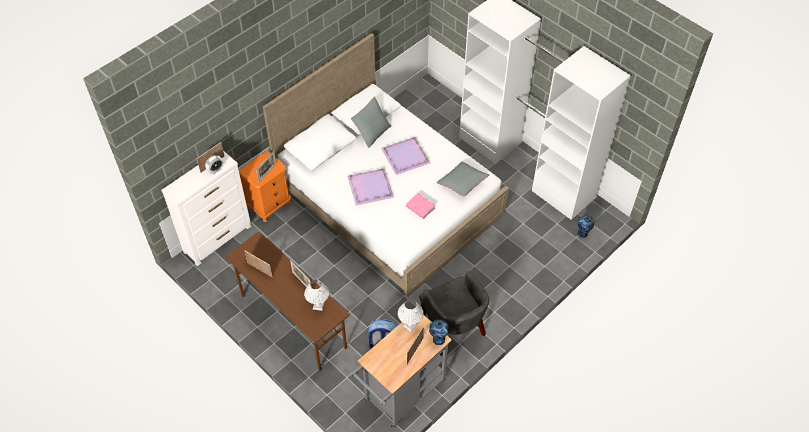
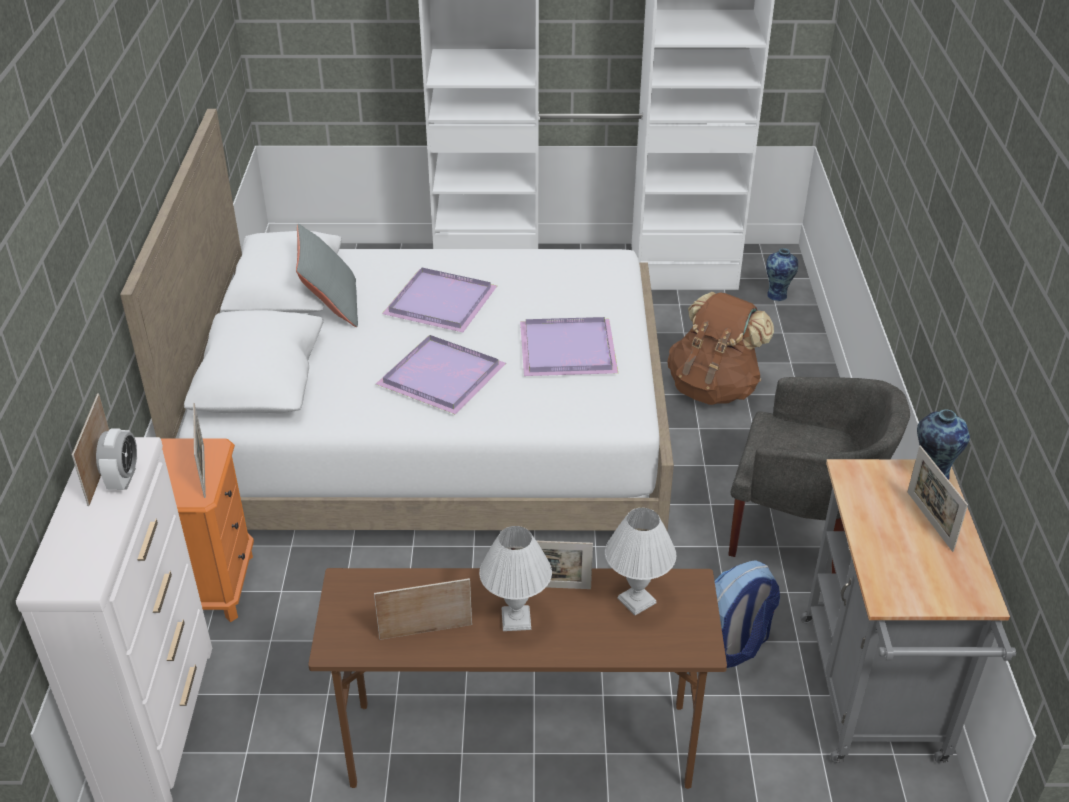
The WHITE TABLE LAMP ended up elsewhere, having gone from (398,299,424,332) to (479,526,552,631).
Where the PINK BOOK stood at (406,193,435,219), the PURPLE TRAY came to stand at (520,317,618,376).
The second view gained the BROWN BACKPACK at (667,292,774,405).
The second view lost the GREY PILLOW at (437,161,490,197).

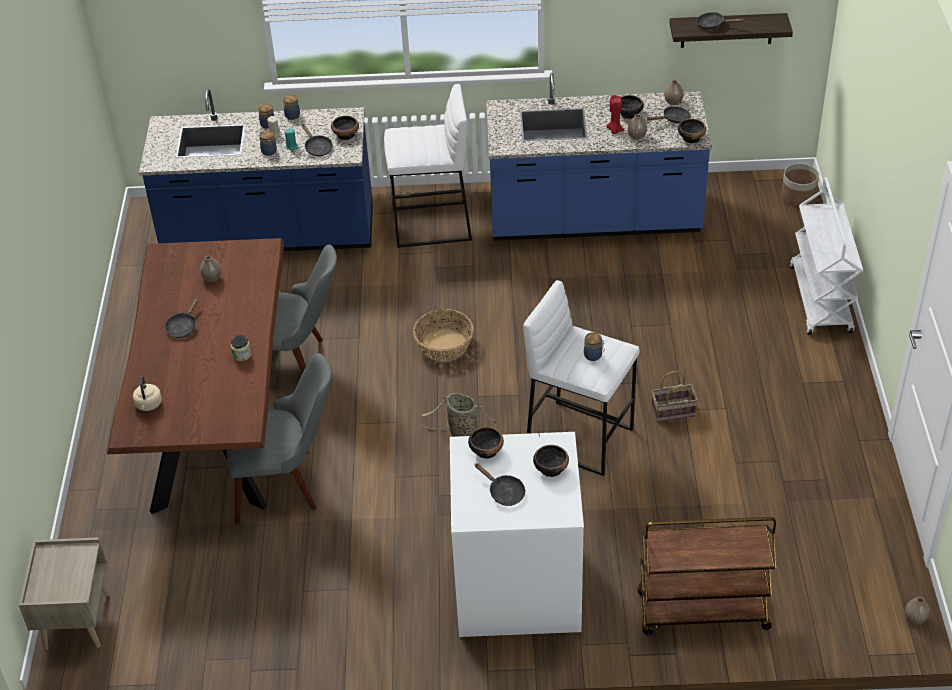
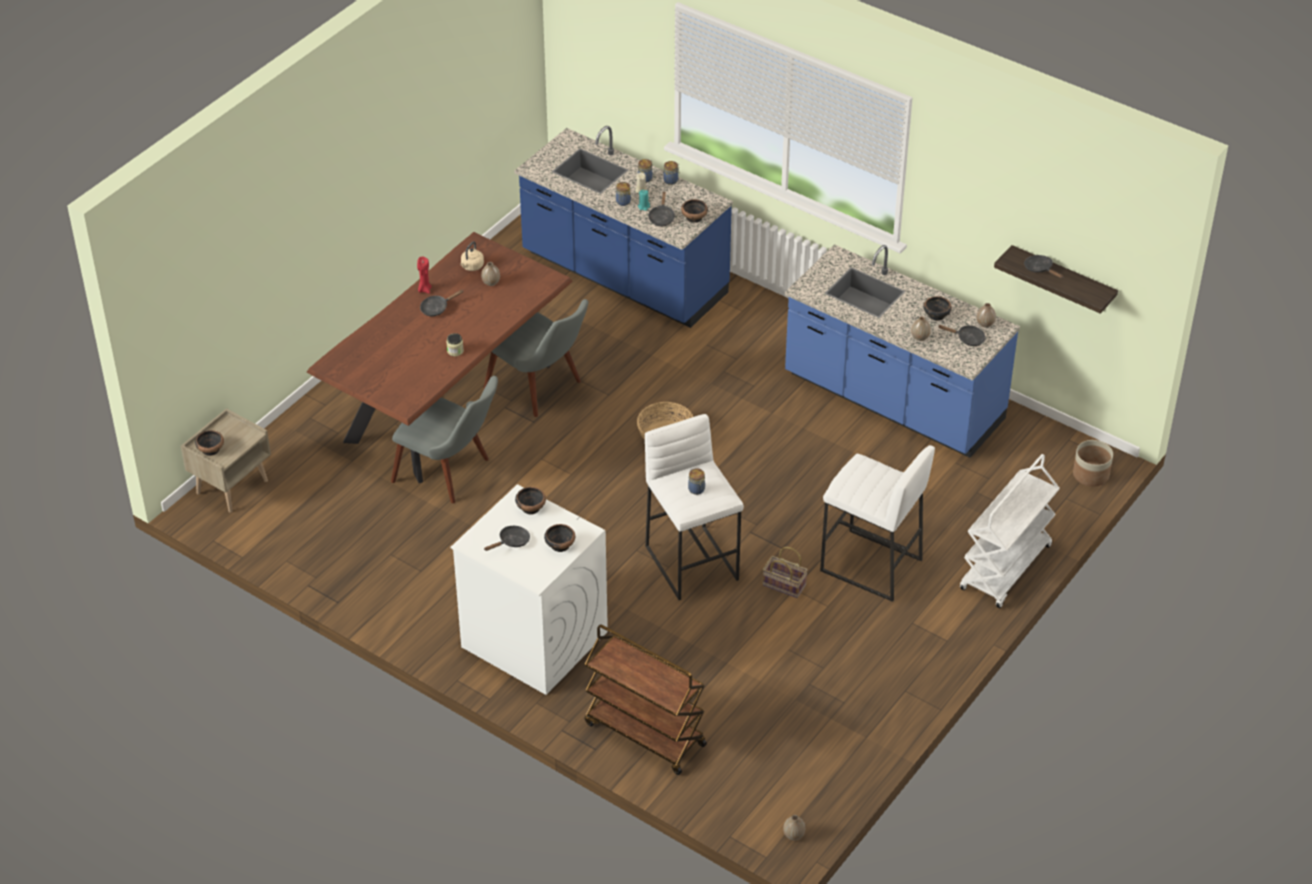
The BOWL ended up elsewhere, having gone from (678,119,706,143) to (195,430,224,456).
The RED CANDLE ended up elsewhere, having gone from (606,95,625,134) to (417,257,432,294).
The BEIGE KETTLE ended up elsewhere, having gone from (133,376,162,411) to (460,241,484,271).
The BLACK FRYING PAN at (474,463,525,506) ended up facing another way, 120 degrees counterclockwise from before.
The WHITE STOOL ended up elsewhere, having gone from (384,84,472,248) to (820,445,935,602).
The second view lost the BASKET at (420,393,496,437).

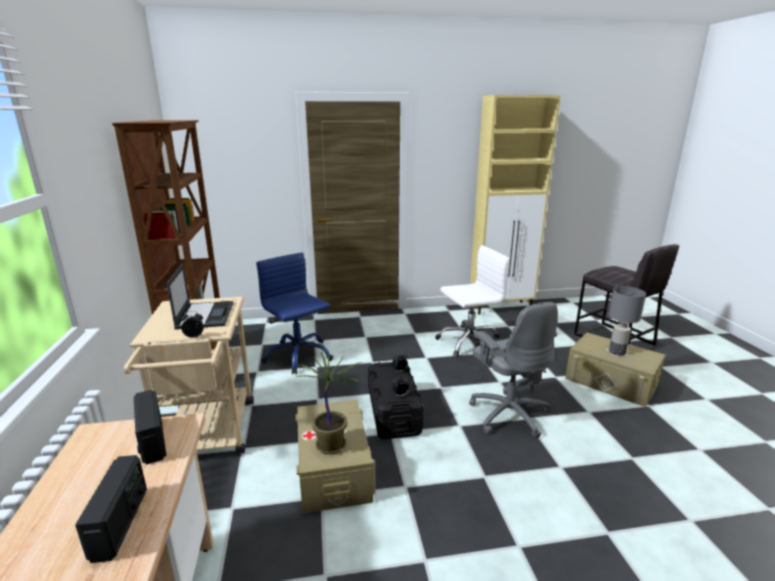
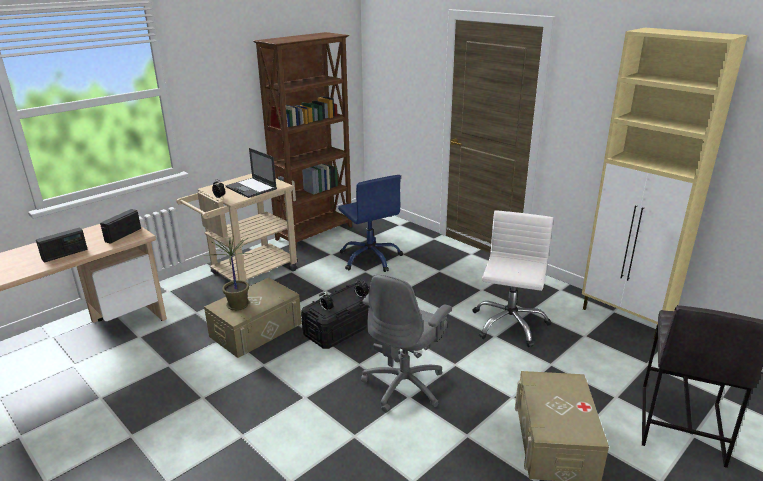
The LAPTOP at (167,264,233,329) ended up facing another way, 90 degrees clockwise from before.
The BLUE OFFICE CHAIR at (256,253,334,374) ended up facing another way, 135 degrees clockwise from before.
The WHITE OFFICE CHAIR at (435,245,510,357) ended up facing another way, 105 degrees counterclockwise from before.
The second view lost the GREY TABLE LAMP at (609,286,646,356).

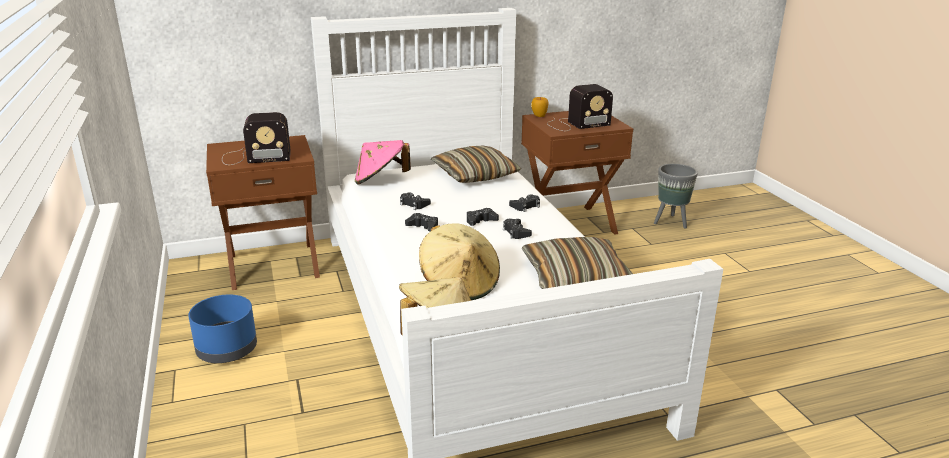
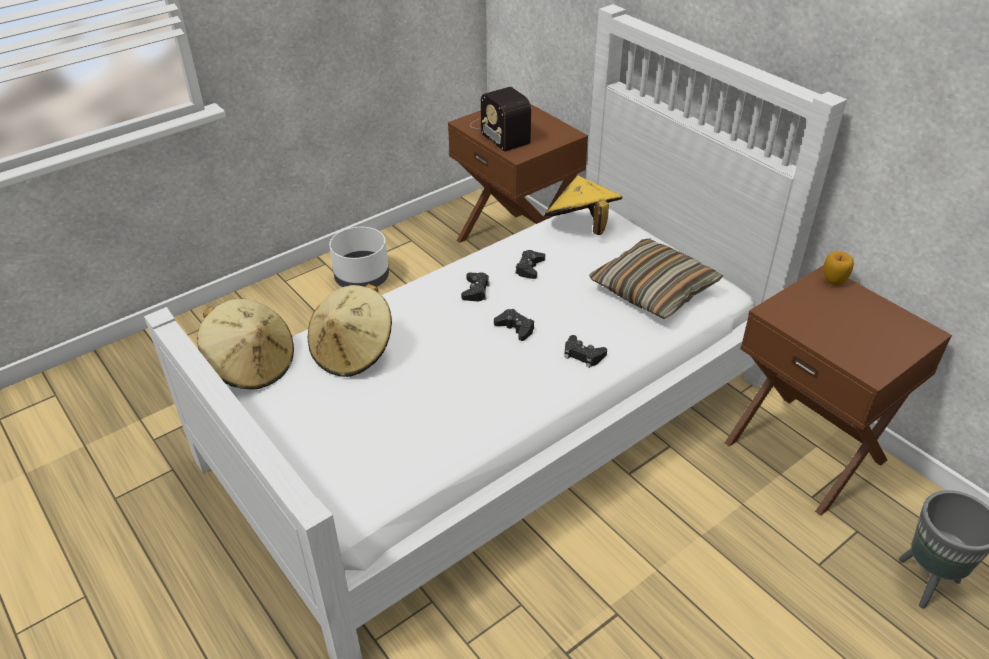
What was the BLUE PLANTER at (188,295,257,363) turned into the WHITE PLANTER at (329,227,389,287).
What was the PINK HAT at (355,140,411,185) turned into the YELLOW HAT at (545,176,622,235).
The second view lost the BLACK GAME CONTROLLER at (503,218,532,239).
The second view lost the PILLOW at (522,237,633,289).
The second view lost the RADIO at (547,84,613,131).

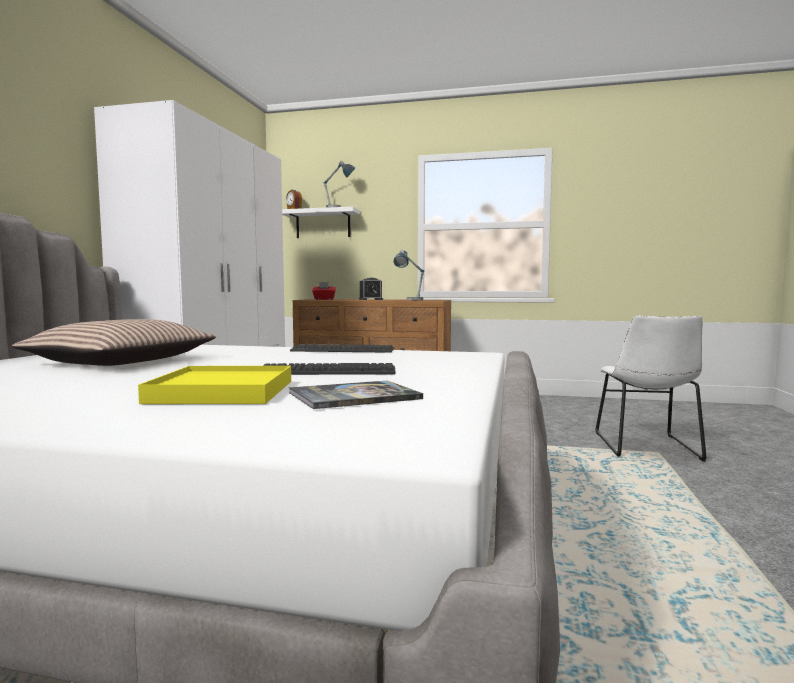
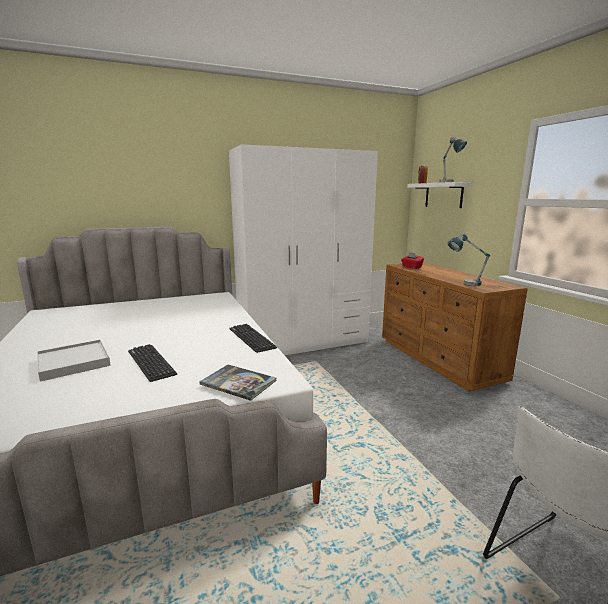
What was the YELLOW TRAY at (138,366,291,404) turned into the WHITE TRAY at (37,339,111,382).
The BOOK ended up elsewhere, having gone from (288,381,423,409) to (199,364,277,401).
The second view lost the PILLOW at (12,319,216,366).
The second view lost the ALARM CLOCK at (359,278,383,300).

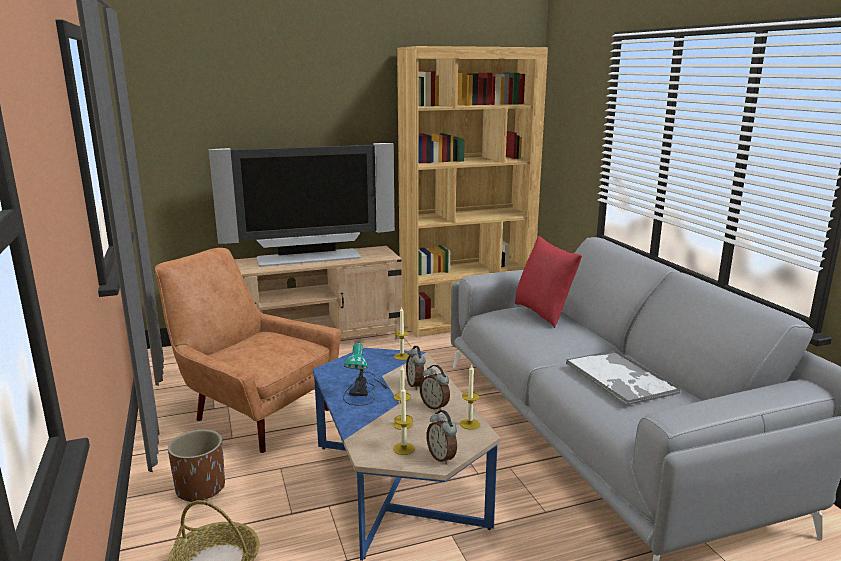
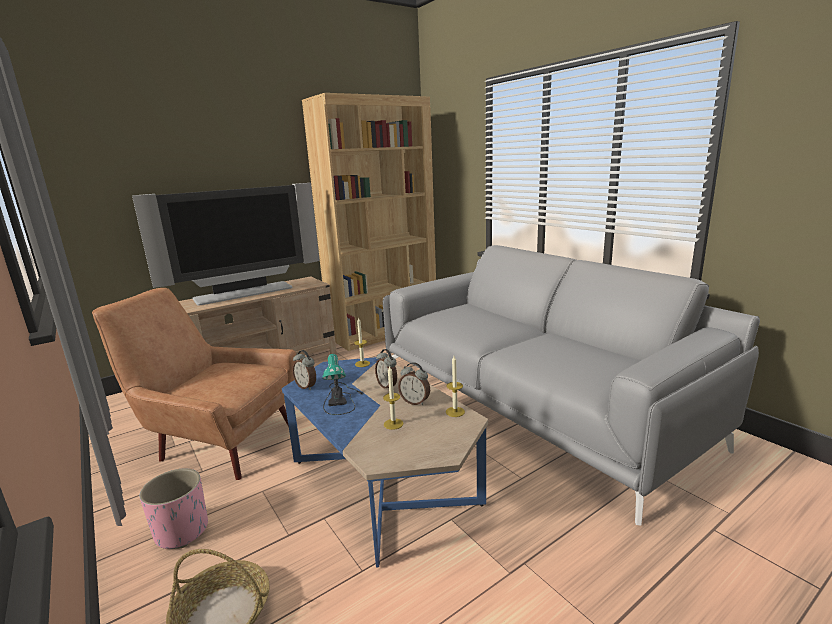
What was the BROWN PLANTER at (168,430,225,502) turned into the PINK PLANTER at (140,469,208,549).
The ALARM CLOCK ended up elsewhere, having gone from (427,410,457,465) to (292,350,316,390).
The second view lost the CANDLE at (393,385,415,455).
The second view lost the RED PILLOW at (515,236,582,328).
The second view lost the TRAY at (566,350,681,406).

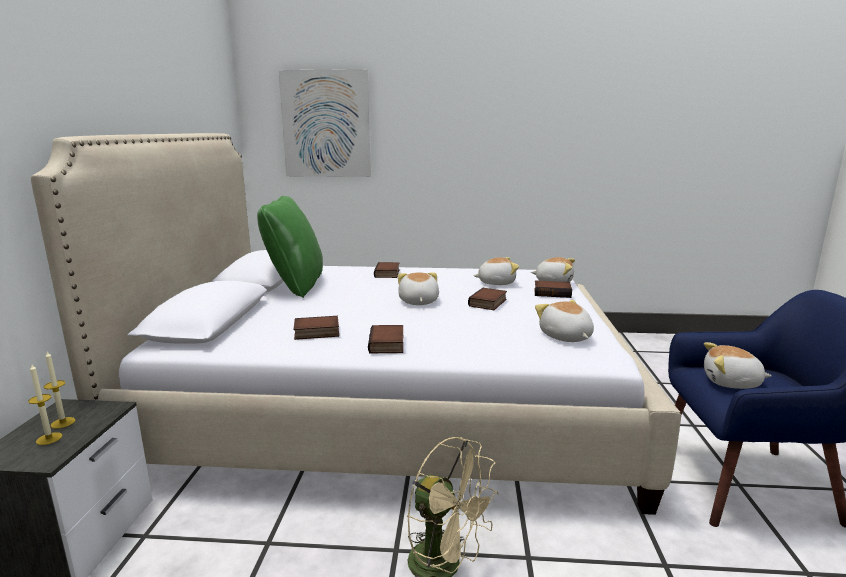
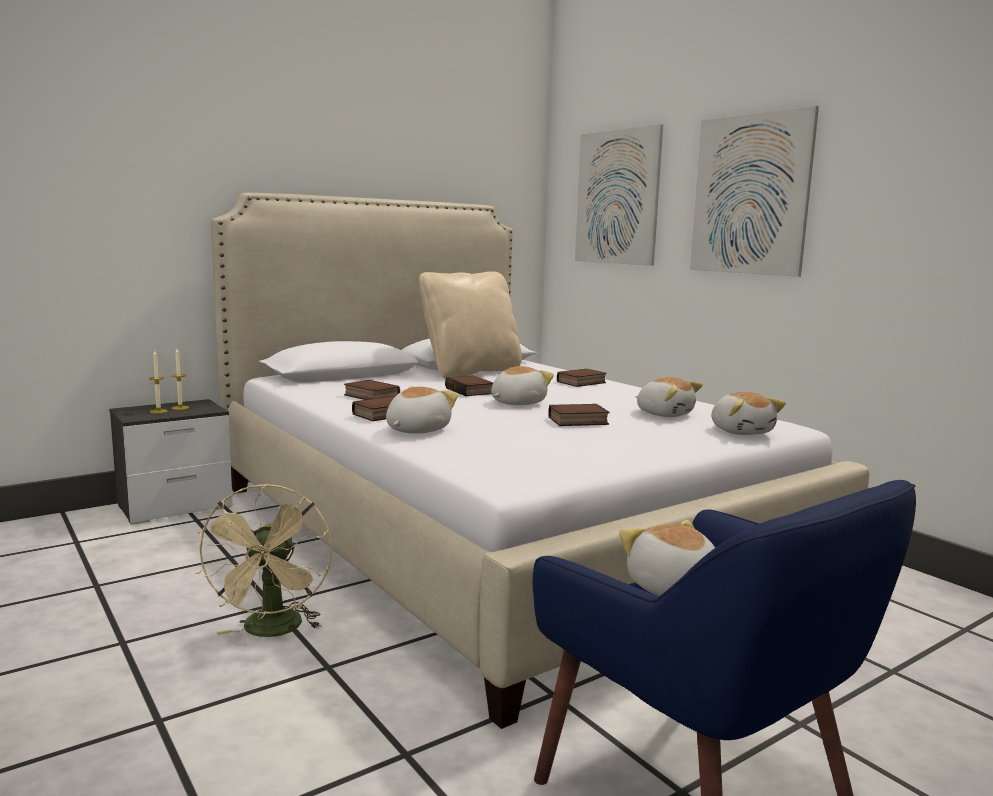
The PLUSH TOY ended up elsewhere, having gone from (535,300,594,342) to (386,386,458,434).
What was the GREEN PILLOW at (257,196,323,298) turned into the BEIGE PILLOW at (419,271,522,379).
The BOOK ended up elsewhere, having gone from (534,280,572,298) to (445,375,493,396).
The second view gained the PICTURE at (690,106,819,277).

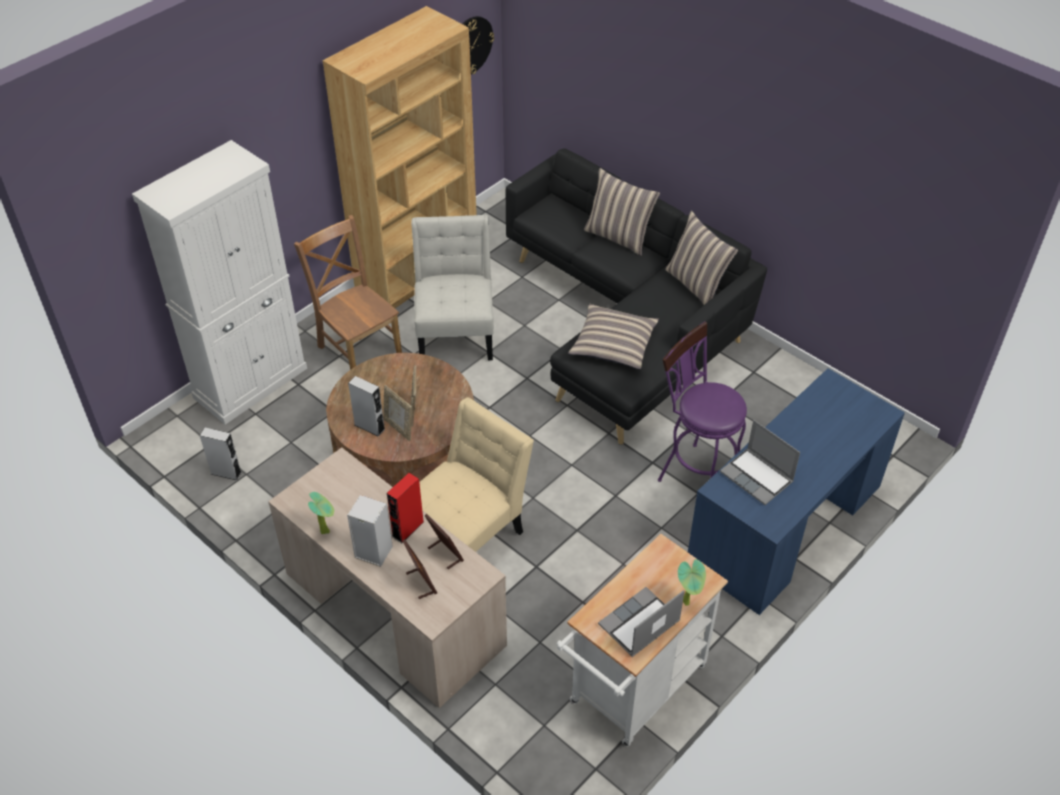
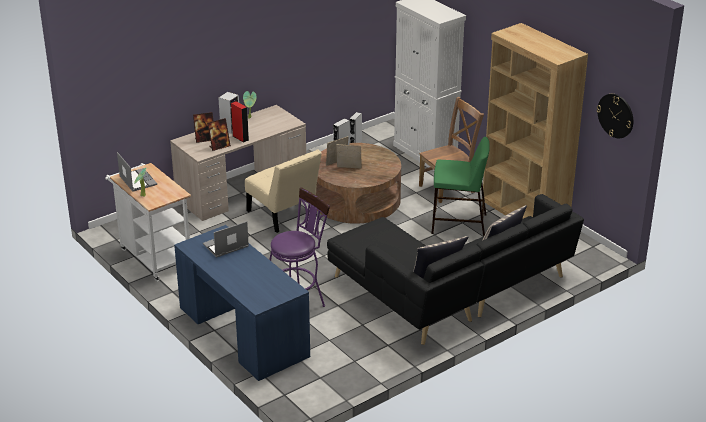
Where the WHITE CHAIR stood at (411,215,494,360), the GREEN STOOL came to stand at (431,137,490,236).
The second view lost the PILLOW at (568,304,659,369).

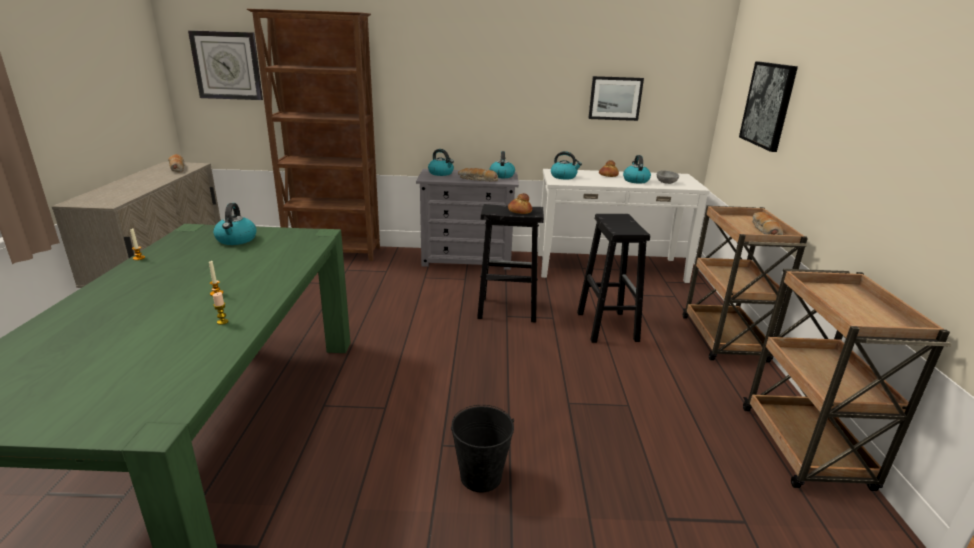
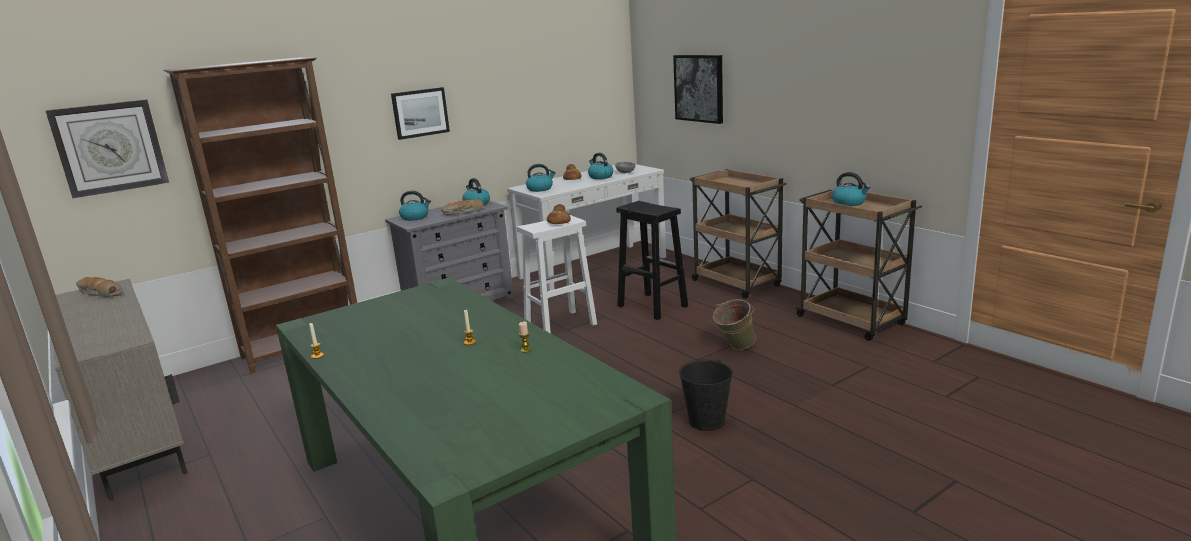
The PICTURE ended up elsewhere, having gone from (588,76,644,121) to (391,87,450,140).
What was the BLACK STOOL at (477,204,544,323) turned into the WHITE STOOL at (517,215,597,333).
The second view gained the GREEN BUCKET at (713,299,756,350).
The KETTLE ended up elsewhere, having gone from (213,203,257,245) to (832,172,870,206).
The second view lost the BREAD at (752,212,783,235).

